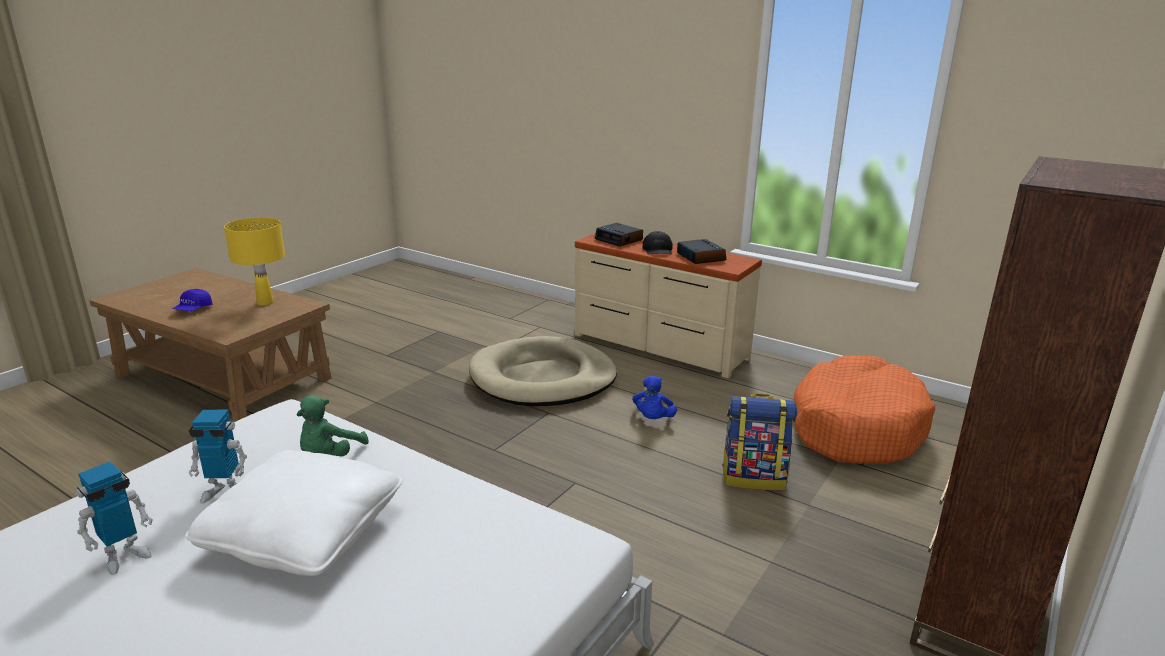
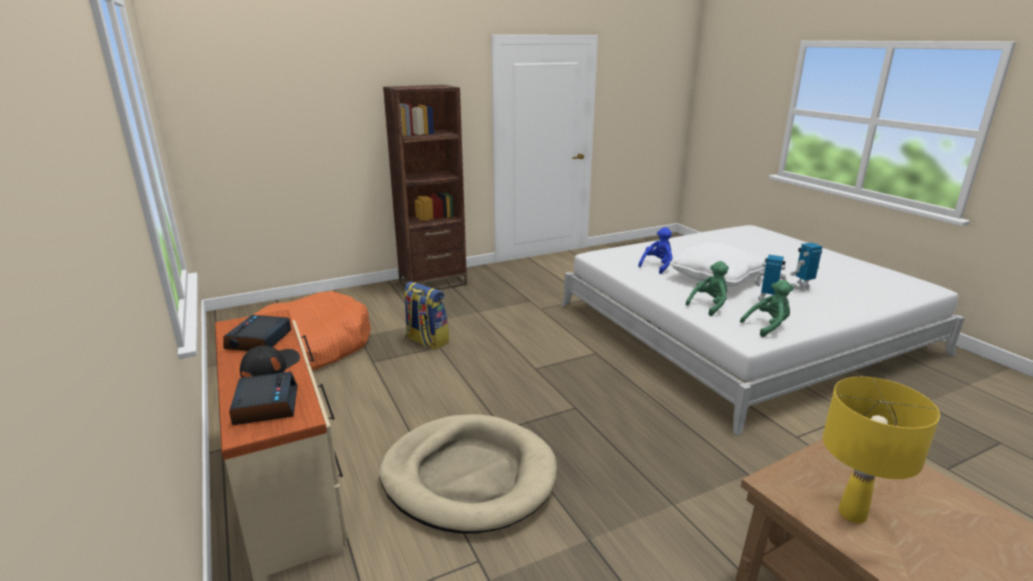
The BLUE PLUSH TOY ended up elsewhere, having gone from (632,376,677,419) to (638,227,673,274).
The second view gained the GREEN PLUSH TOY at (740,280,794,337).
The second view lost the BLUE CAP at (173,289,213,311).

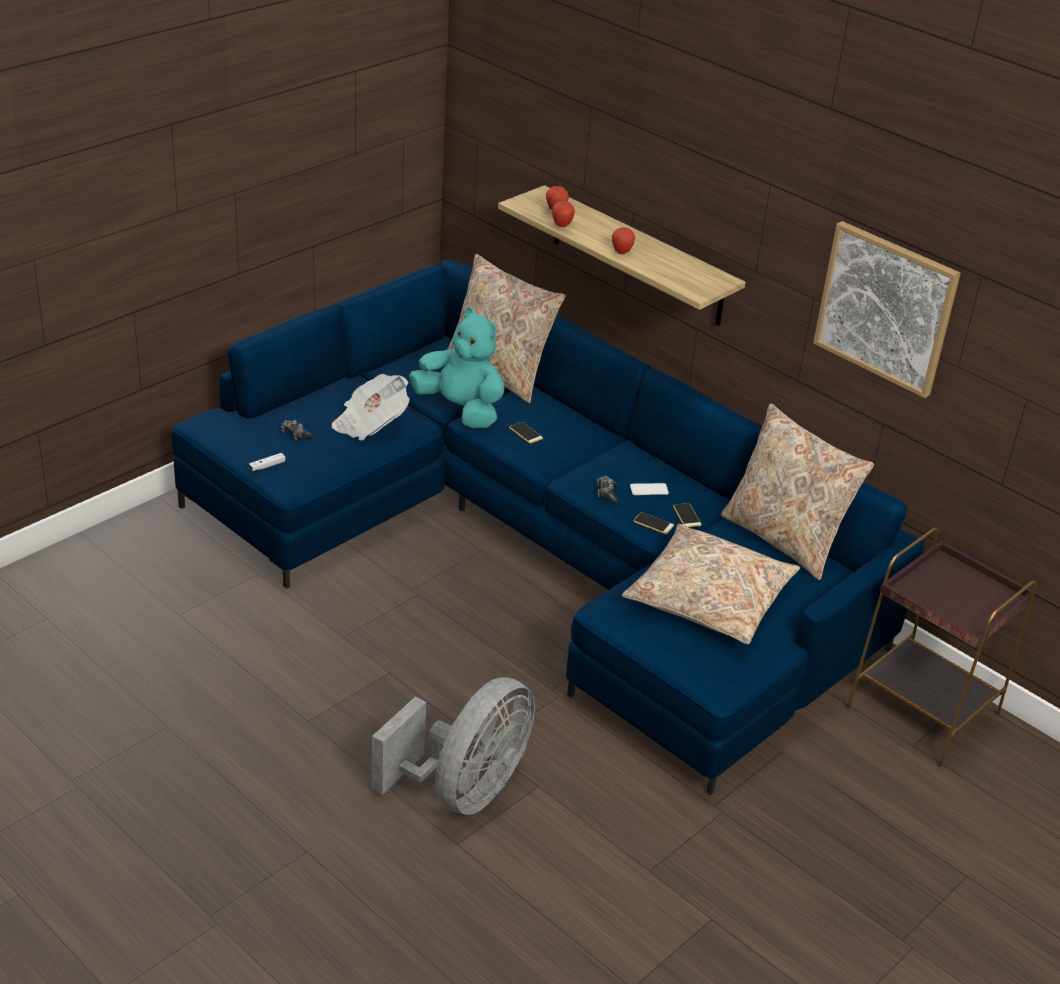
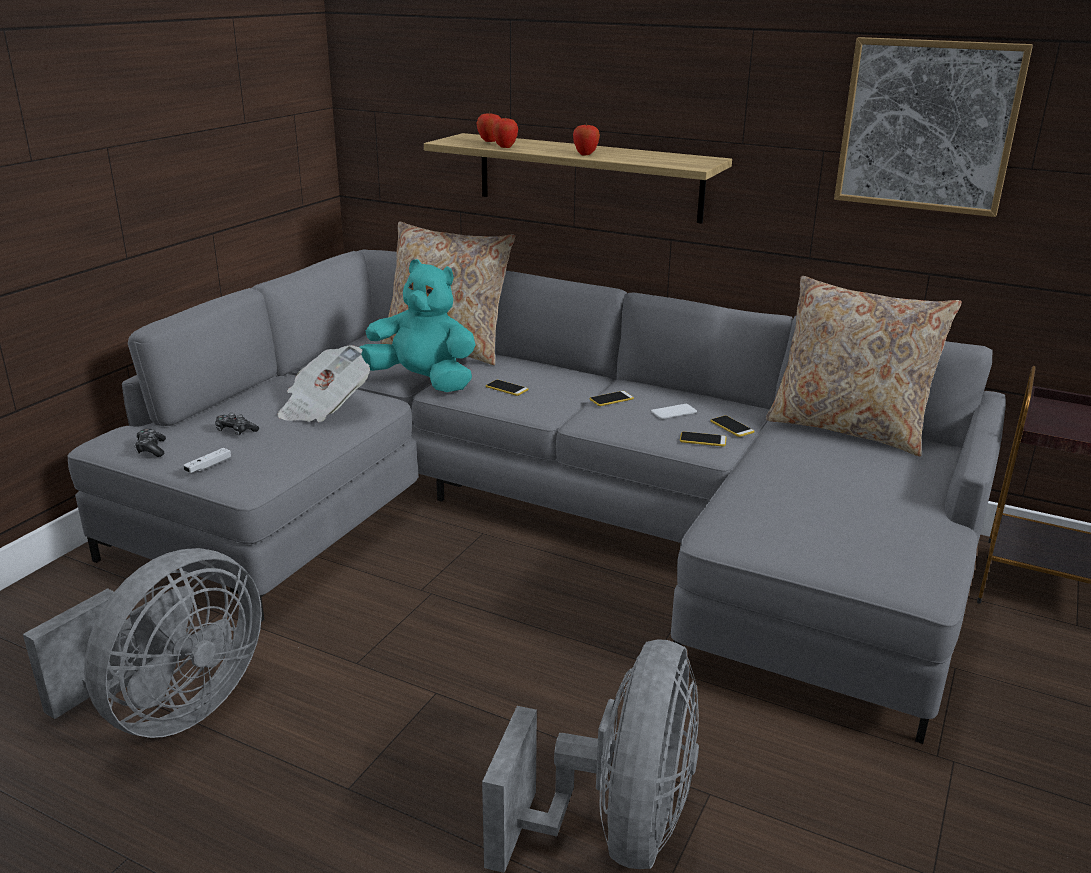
The second view gained the GREY FAN at (23,548,262,738).
What was the BLUE SOFA at (171,260,925,796) turned into the GREY SOFA at (67,249,1006,744).
The GAME CONTROLLER ended up elsewhere, having gone from (597,476,619,503) to (134,429,166,457).
The second view gained the PHONE at (589,391,634,406).
The second view lost the BEIGE PILLOW at (622,524,800,644).

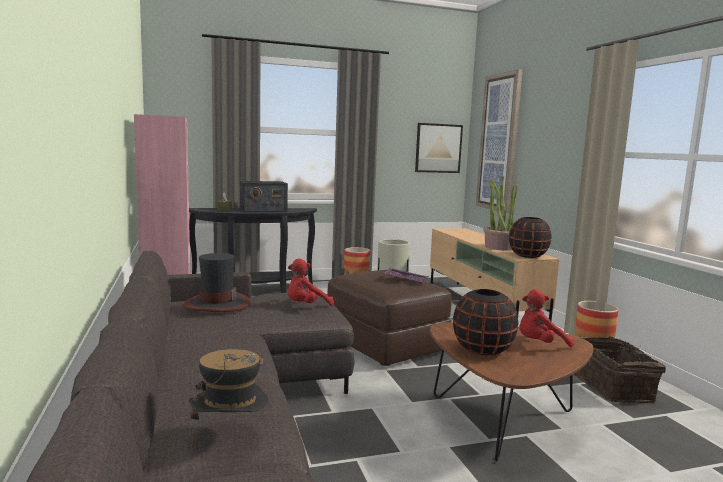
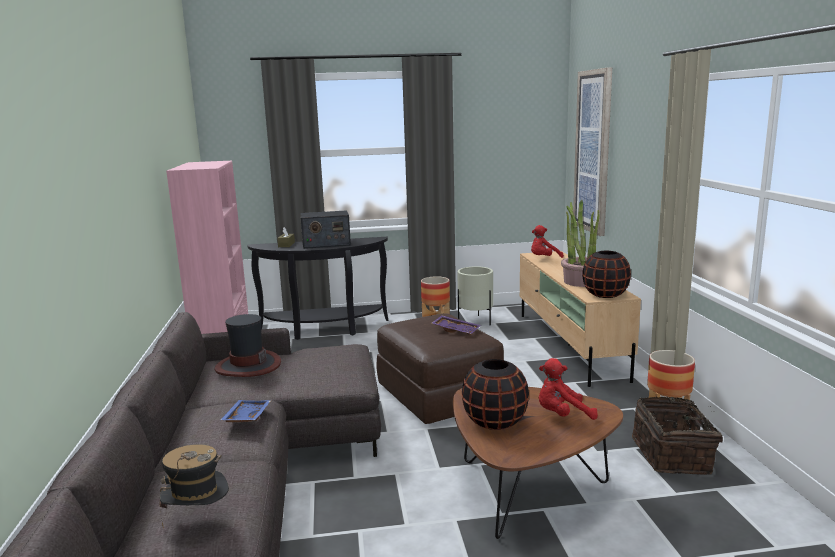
The second view gained the BLUE TRAY at (220,400,271,422).
The RED PLUSH TOY ended up elsewhere, having gone from (288,258,334,306) to (531,225,564,258).
The second view lost the PICTURE at (415,123,463,173).

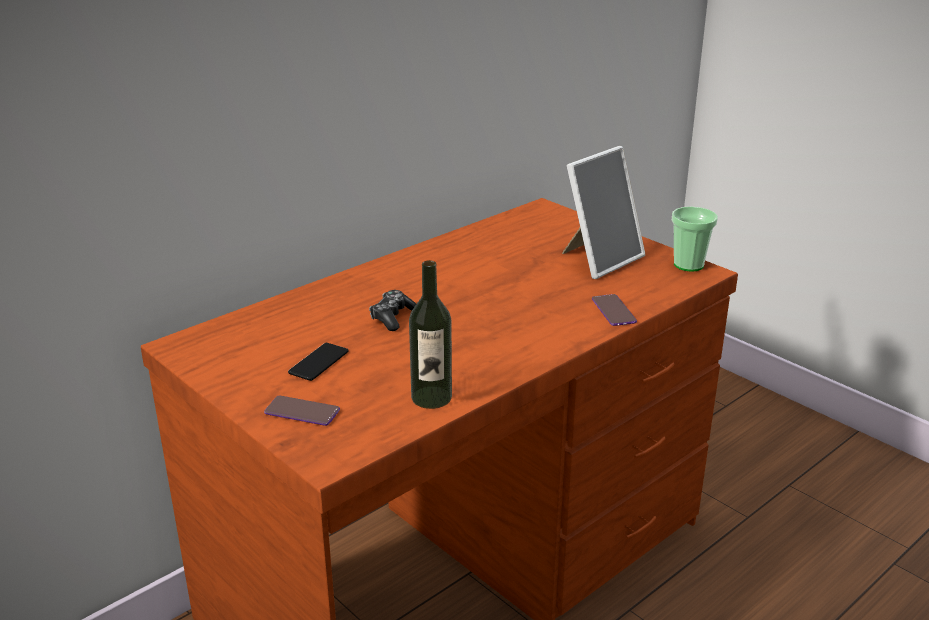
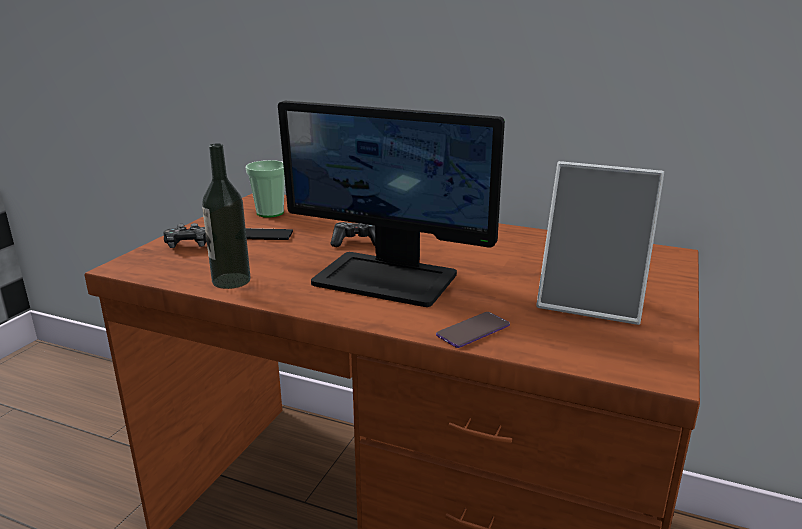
Where the PHONE stood at (264,396,340,426), the GAME CONTROLLER came to stand at (163,223,207,248).
The CUP ended up elsewhere, having gone from (672,206,718,272) to (246,160,285,218).
The second view gained the MONITOR at (278,101,505,307).

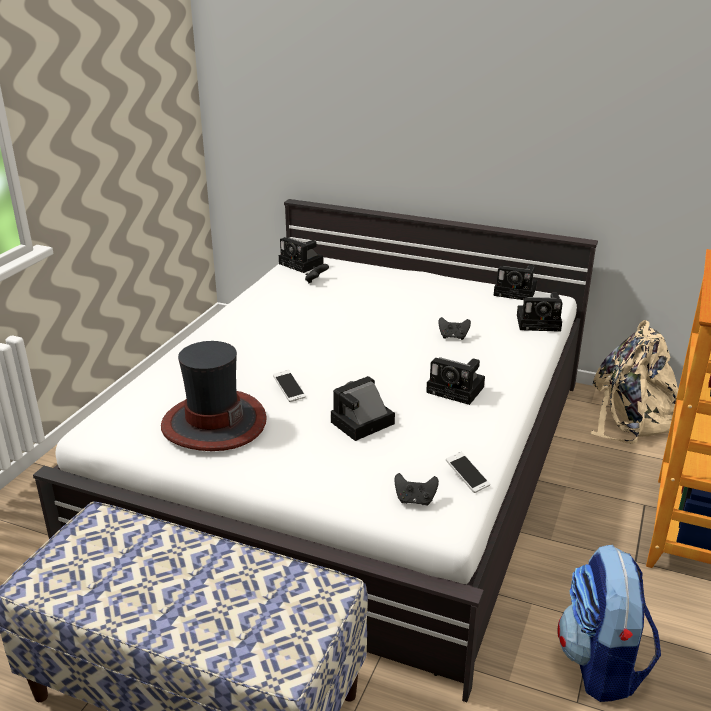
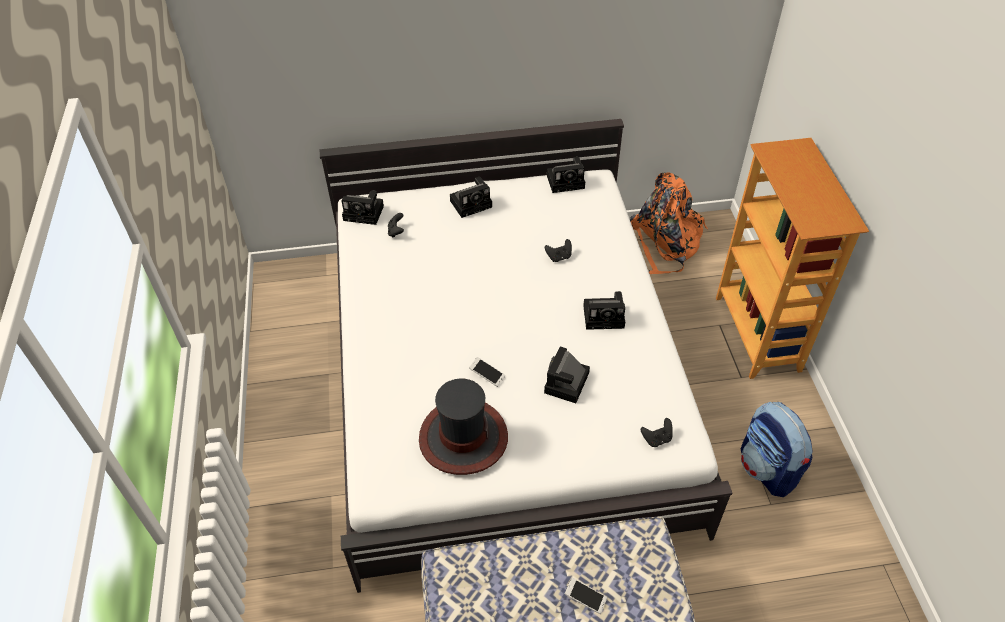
The PHOTO CAMERA ended up elsewhere, having gone from (517,293,563,332) to (450,177,492,218).
The PHONE ended up elsewhere, having gone from (446,452,490,493) to (565,578,607,614).
What was the BEIGE BACKPACK at (590,320,679,444) turned into the ORANGE BACKPACK at (630,172,708,274).

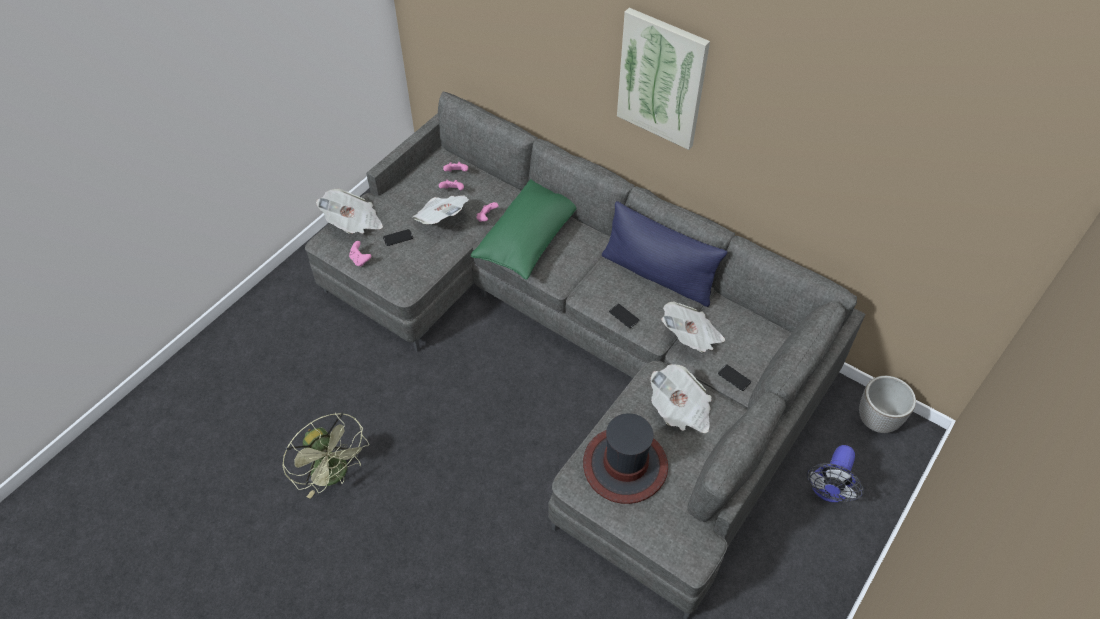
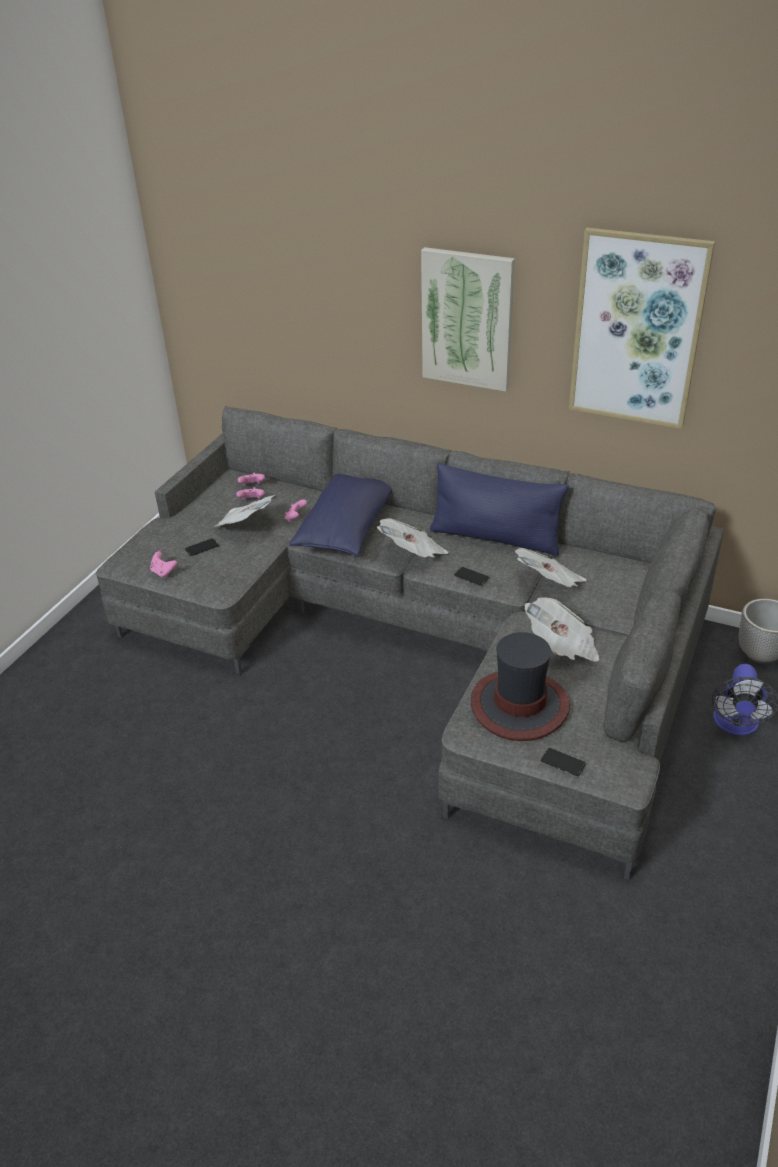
What was the GREEN PILLOW at (471,179,576,280) turned into the BLUE PILLOW at (290,474,392,556).
The NEWSPAPER ended up elsewhere, having gone from (316,189,383,234) to (377,518,448,558).
The PHONE ended up elsewhere, having gone from (718,365,751,391) to (541,748,586,776).
The second view gained the PICTURE at (569,228,715,429).
The second view lost the GREEN FAN at (282,412,369,499).

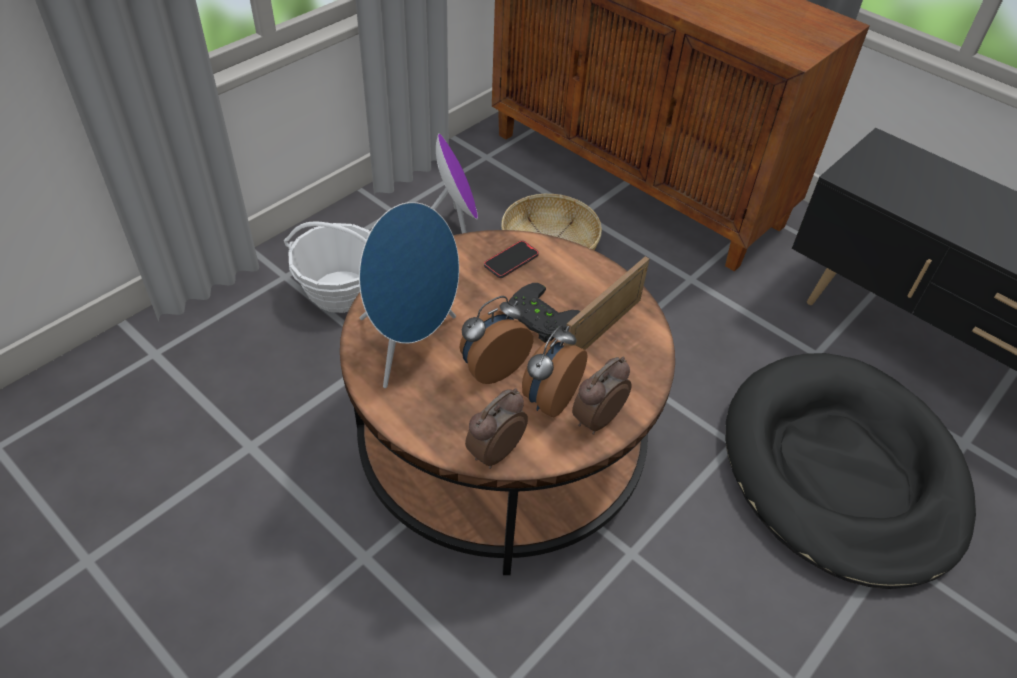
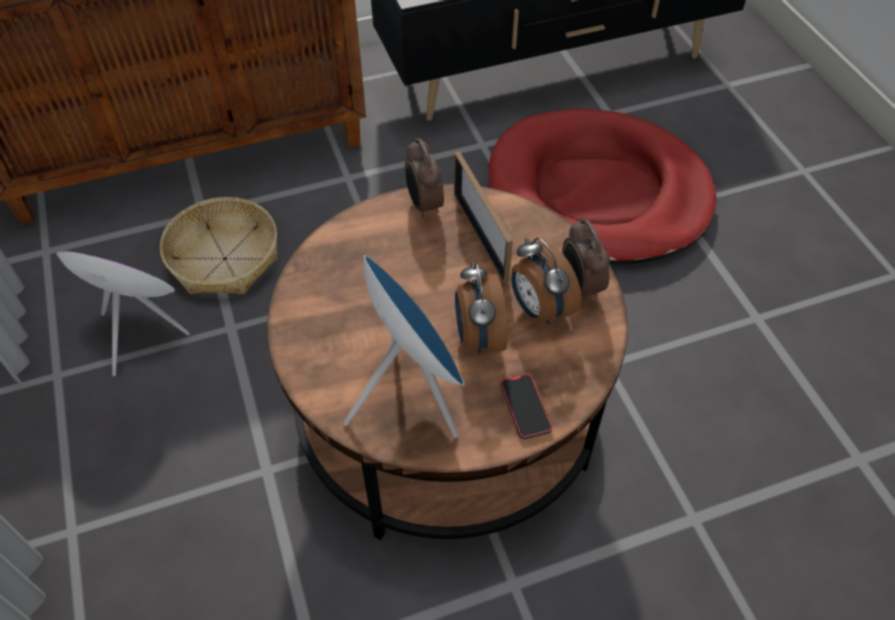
The ALARM CLOCK ended up elsewhere, having gone from (465,388,528,469) to (405,138,444,218).
What was the BLACK DOG BED at (725,353,976,589) turned into the RED DOG BED at (489,109,717,264).
The PHONE ended up elsewhere, having gone from (484,240,539,278) to (500,373,552,439).
The second view lost the BASKET at (284,221,370,313).
The second view lost the BLACK GAME CONTROLLER at (508,283,580,343).

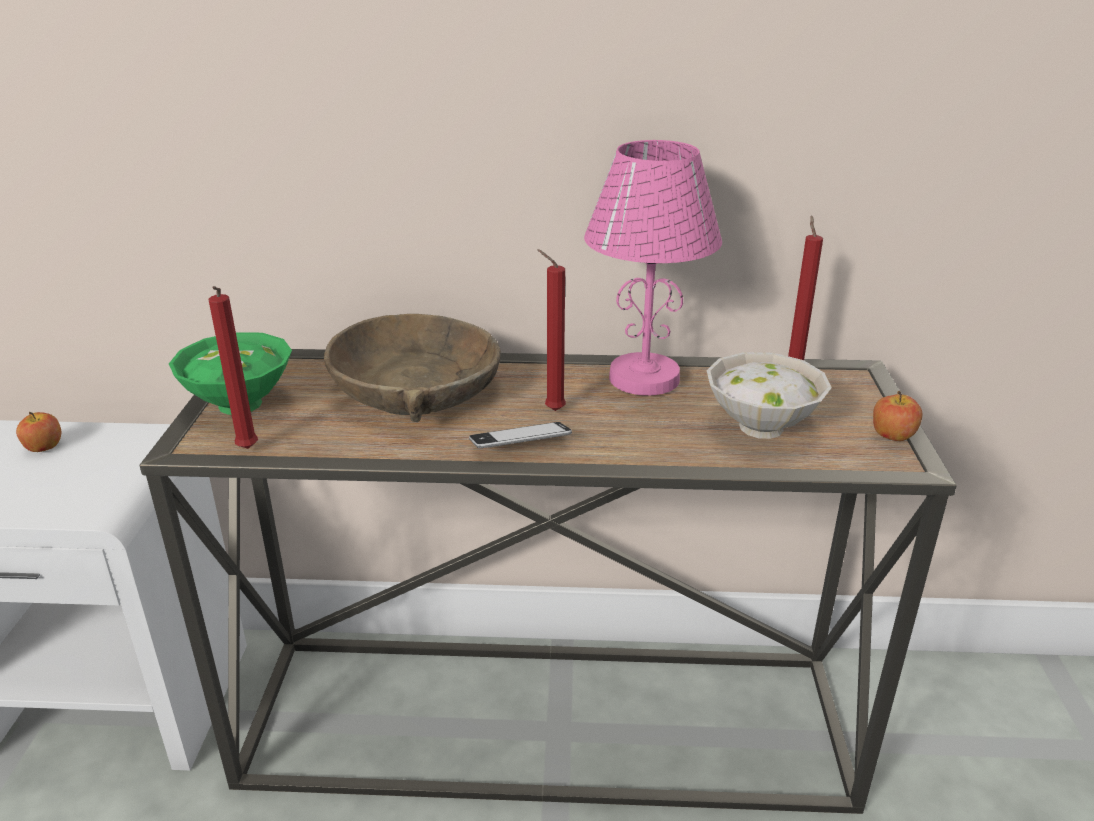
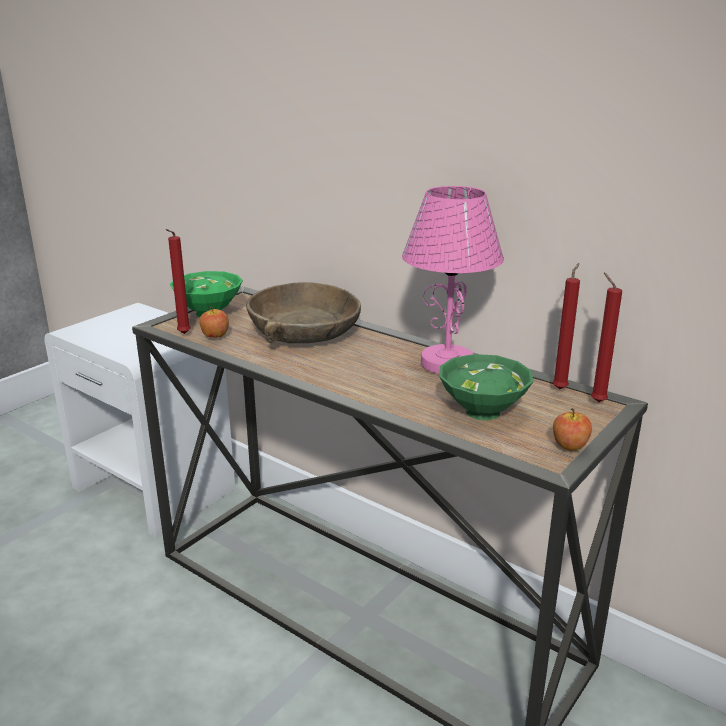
The APPLE ended up elsewhere, having gone from (16,412,61,452) to (199,306,229,338).
What was the WHITE BOWL at (707,352,832,439) turned into the GREEN BOWL at (439,354,533,421).
The RED CANDLE ended up elsewhere, having gone from (537,249,566,411) to (591,273,622,403).
The second view lost the PHONE at (469,422,572,448).

